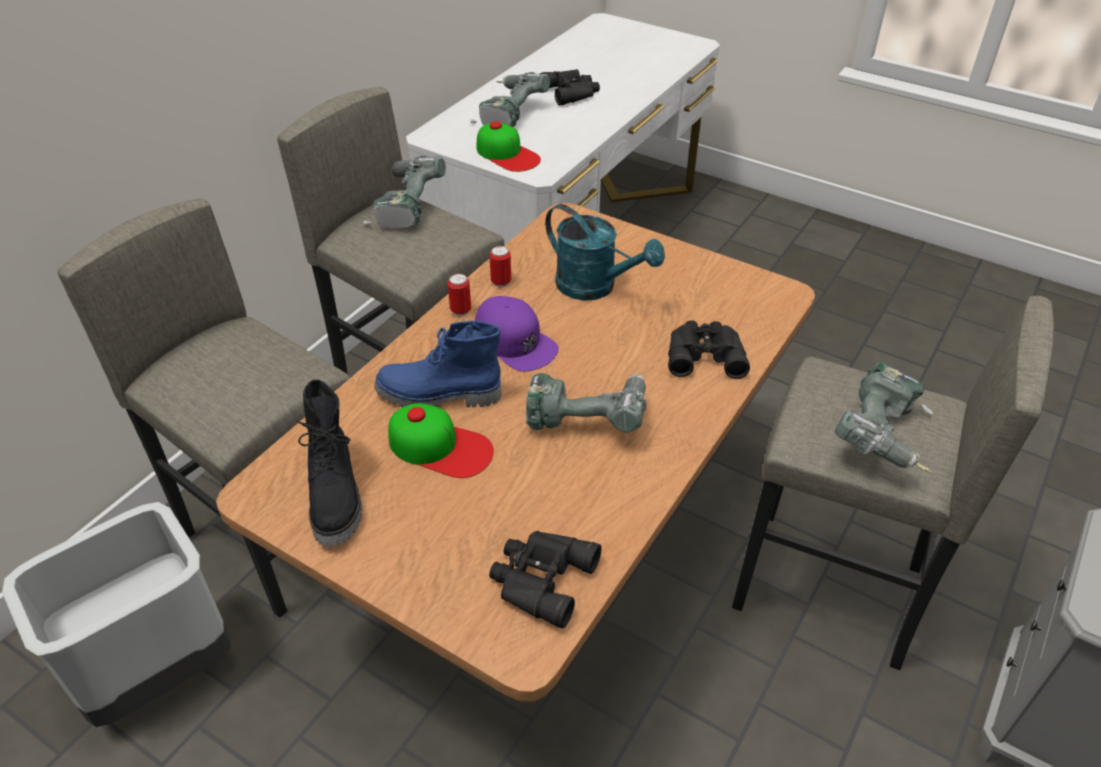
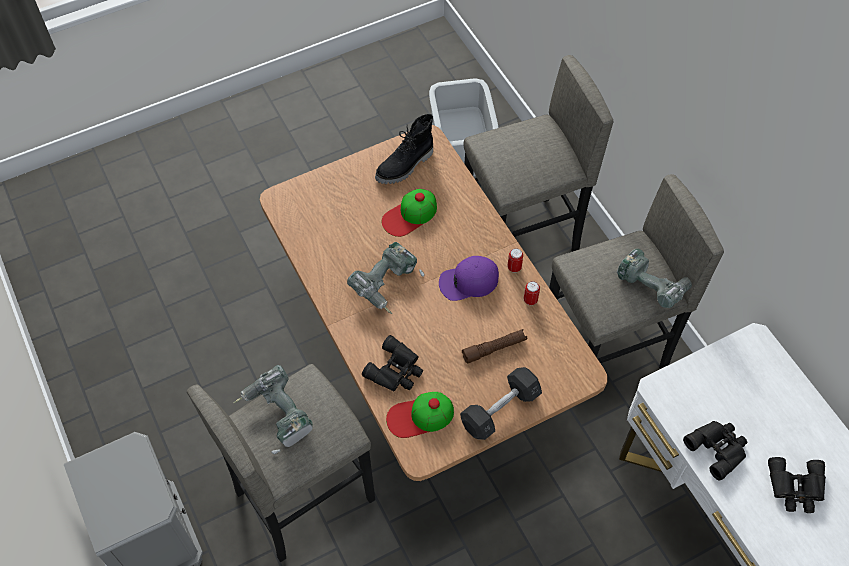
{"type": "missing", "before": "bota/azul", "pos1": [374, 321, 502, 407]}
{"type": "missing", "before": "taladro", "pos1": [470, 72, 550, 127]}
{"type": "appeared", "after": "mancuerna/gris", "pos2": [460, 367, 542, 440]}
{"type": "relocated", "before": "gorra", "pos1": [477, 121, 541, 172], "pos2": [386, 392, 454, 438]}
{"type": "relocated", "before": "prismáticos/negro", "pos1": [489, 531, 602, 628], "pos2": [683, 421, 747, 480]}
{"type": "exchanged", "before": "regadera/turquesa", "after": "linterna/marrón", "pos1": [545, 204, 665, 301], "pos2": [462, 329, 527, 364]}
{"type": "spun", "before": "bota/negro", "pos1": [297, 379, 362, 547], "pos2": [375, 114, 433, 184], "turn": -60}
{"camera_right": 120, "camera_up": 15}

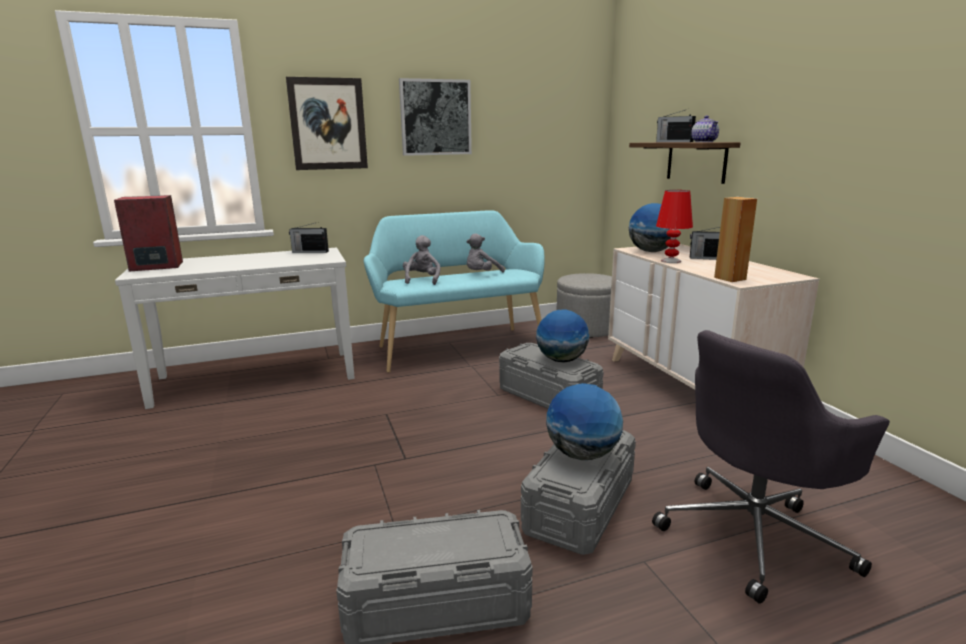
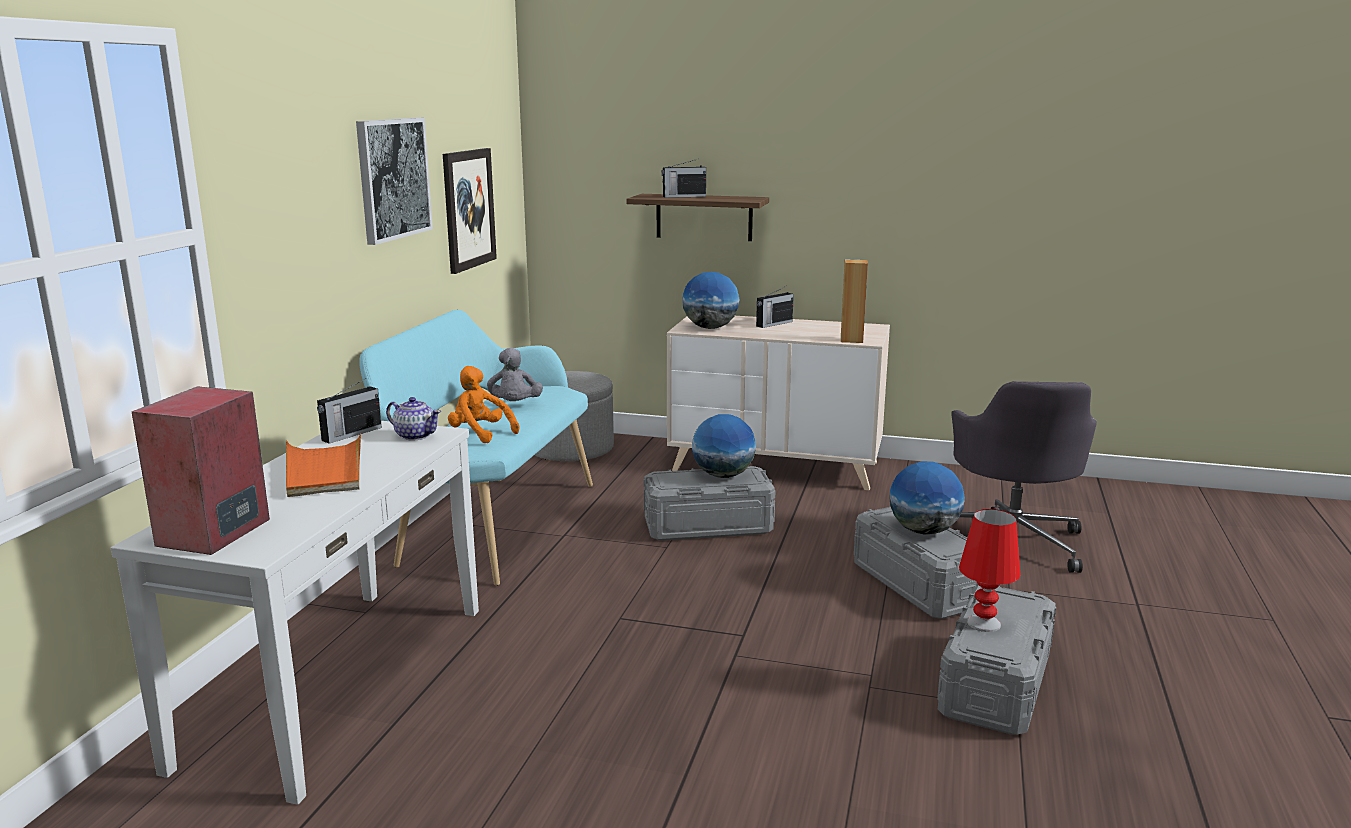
{"type": "appeared", "after": "bandeja/naranja", "pos2": [286, 434, 361, 497]}
{"type": "relocated", "before": "cuadro", "pos1": [286, 77, 368, 170], "pos2": [443, 148, 497, 274]}
{"type": "relocated", "before": "lámpara de mesa/rojo", "pos1": [656, 190, 693, 263], "pos2": [959, 509, 1020, 632]}
{"type": "relocated", "before": "tetera", "pos1": [691, 115, 719, 142], "pos2": [386, 397, 441, 440]}
{"type": "colour", "before": "peluche/gris", "after": "peluche/naranja", "pos1": [403, 235, 440, 285], "pos2": [448, 366, 519, 443]}
{"camera_right": -55, "camera_up": 0}

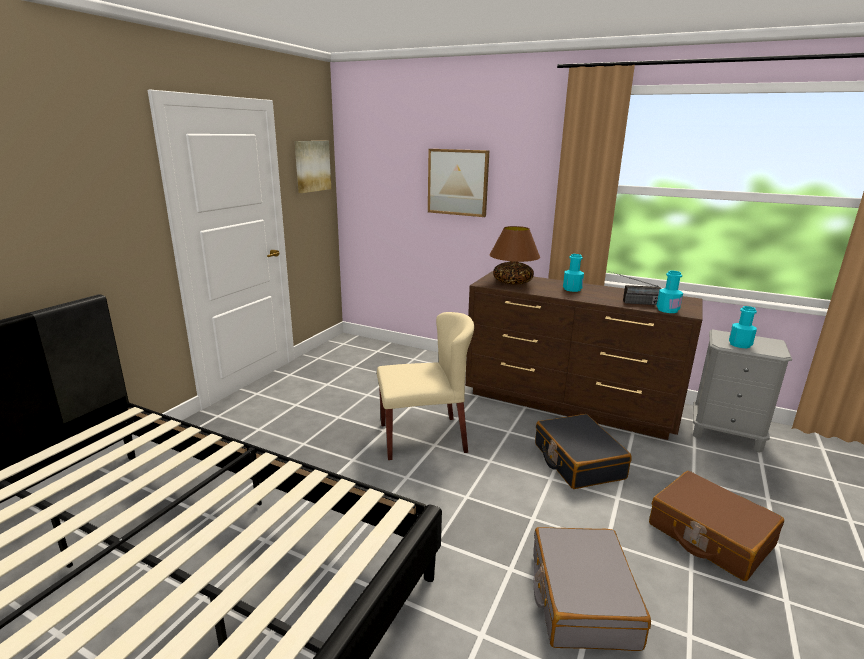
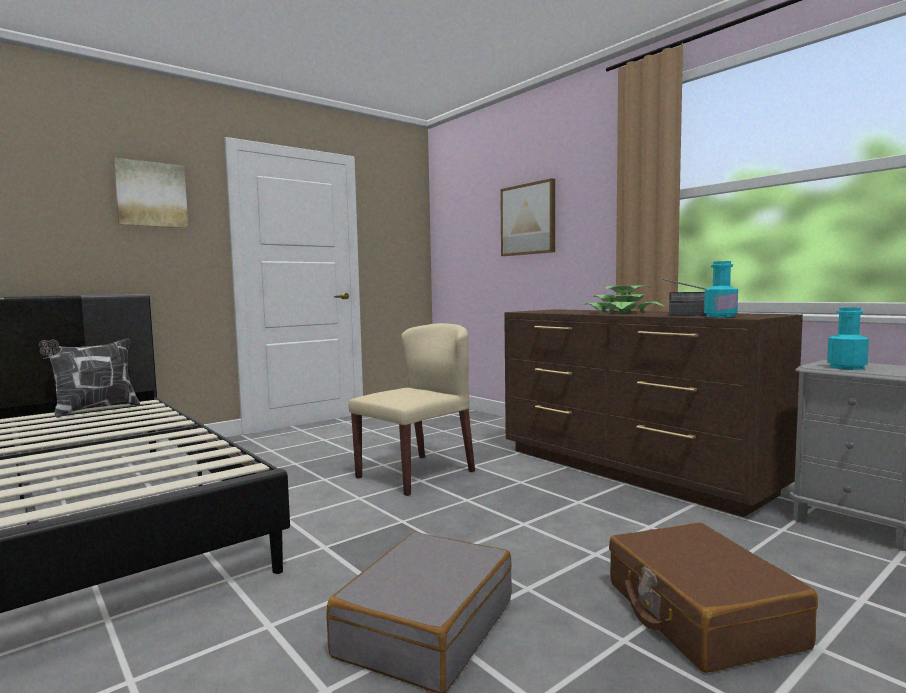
{"type": "missing", "before": "lámpara de mesa/marrón", "pos1": [489, 226, 540, 285]}
{"type": "missing", "before": "maleta/negro", "pos1": [535, 414, 632, 489]}
{"type": "appeared", "after": "cojín", "pos2": [39, 339, 140, 418]}
{"type": "relocated", "before": "cuadro", "pos1": [295, 141, 331, 193], "pos2": [113, 158, 188, 228]}
{"type": "exchanged", "before": "botella/turquesa", "after": "planta en maceta", "pos1": [563, 254, 584, 292], "pos2": [584, 285, 664, 313]}
{"type": "spun", "before": "silla/beis", "pos1": [377, 312, 474, 460], "pos2": [348, 323, 475, 496], "turn": -60}
{"camera_right": 25, "camera_up": -15}

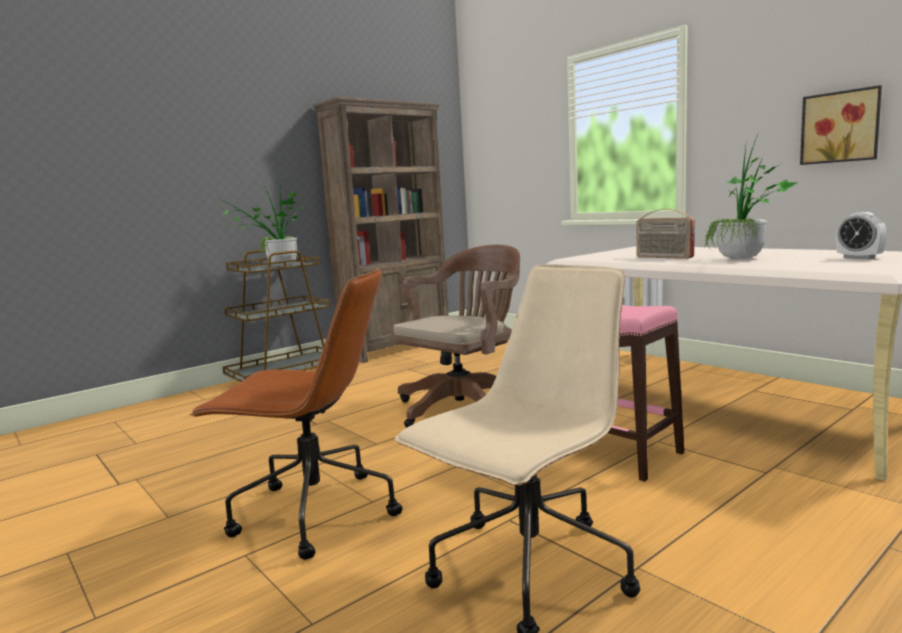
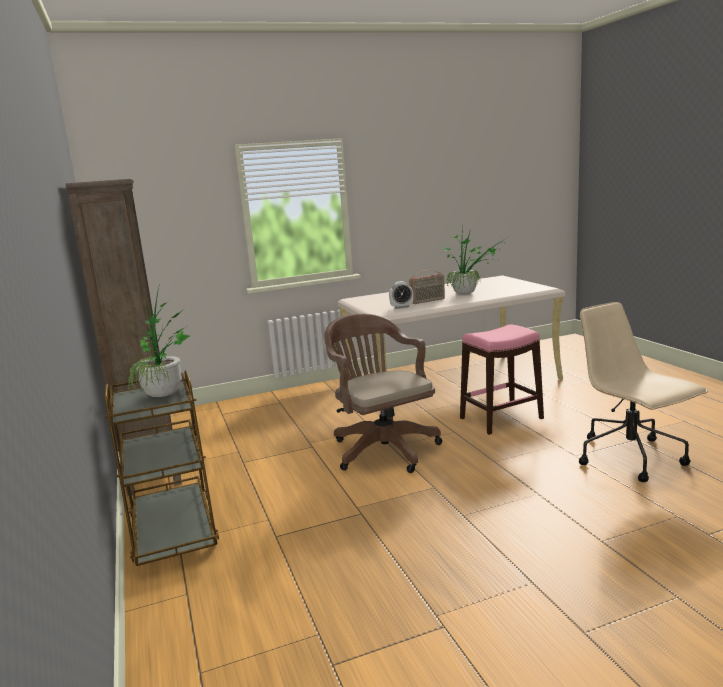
{"type": "missing", "before": "silla de oficina/marrón", "pos1": [189, 267, 402, 560]}
{"type": "missing", "before": "cuadro", "pos1": [800, 85, 882, 165]}
{"type": "relocated", "before": "despertador", "pos1": [836, 212, 887, 259], "pos2": [389, 281, 413, 309]}
{"camera_right": -70, "camera_up": 5}

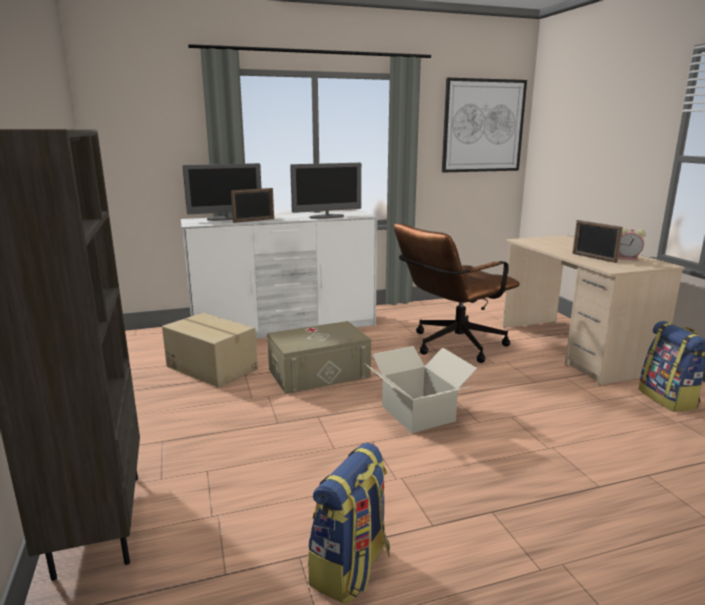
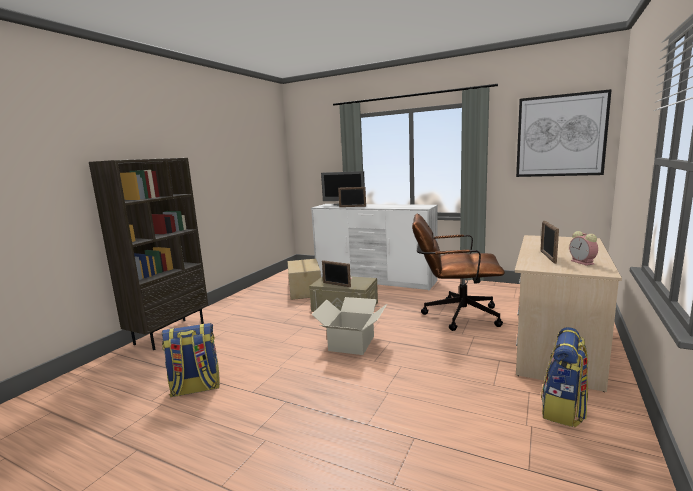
{"type": "missing", "before": "monitor", "pos1": [290, 163, 361, 219]}
{"type": "appeared", "after": "portarretratos", "pos2": [322, 260, 351, 287]}
{"camera_right": 45, "camera_up": -5}

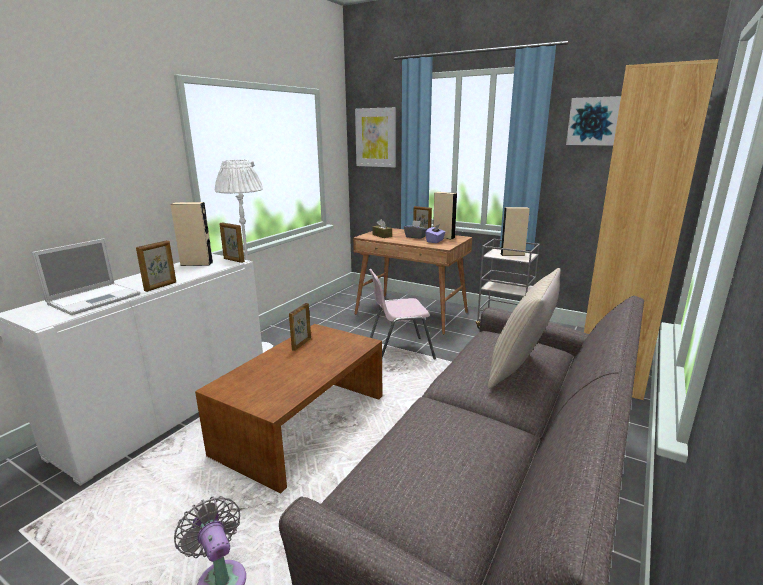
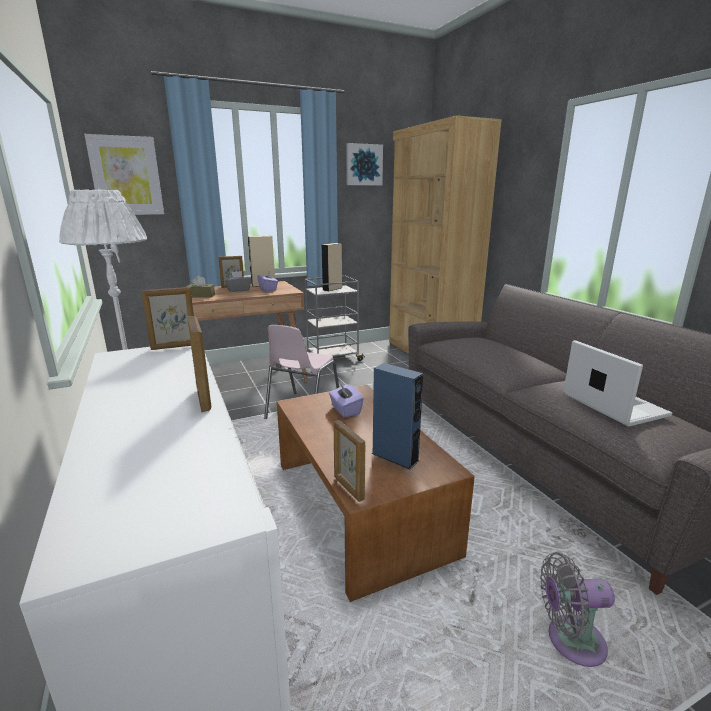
{"type": "missing", "before": "altavoz/beis", "pos1": [170, 202, 213, 266]}
{"type": "missing", "before": "cojín/beis", "pos1": [488, 268, 561, 389]}
{"type": "appeared", "after": "caja de pañuelos/morado", "pos2": [329, 384, 363, 418]}
{"type": "appeared", "after": "altavoz/azul", "pos2": [372, 363, 423, 469]}
{"type": "relocated", "before": "portátil", "pos1": [32, 238, 140, 315], "pos2": [563, 340, 672, 427]}
{"type": "relocated", "before": "portarretratos", "pos1": [289, 303, 311, 351], "pos2": [334, 420, 365, 502]}
{"camera_right": -55, "camera_up": 0}

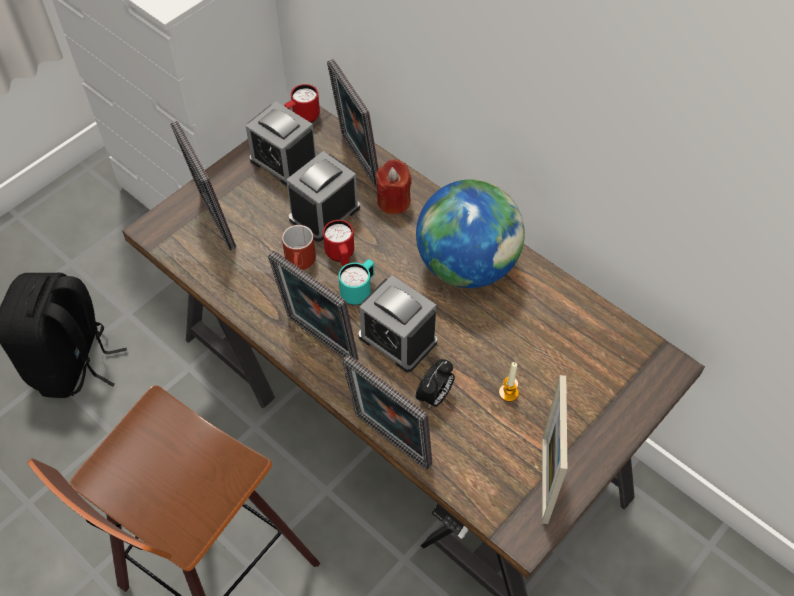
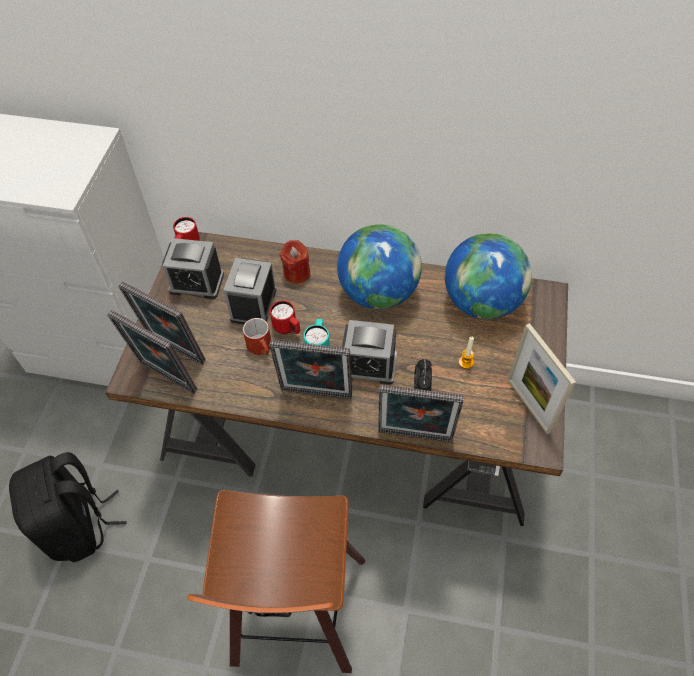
{"type": "appeared", "after": "globo terráqueo", "pos2": [445, 233, 532, 319]}
{"type": "relocated", "before": "portarretratos", "pos1": [327, 59, 378, 186], "pos2": [107, 310, 197, 394]}
{"camera_right": -30, "camera_up": 0}

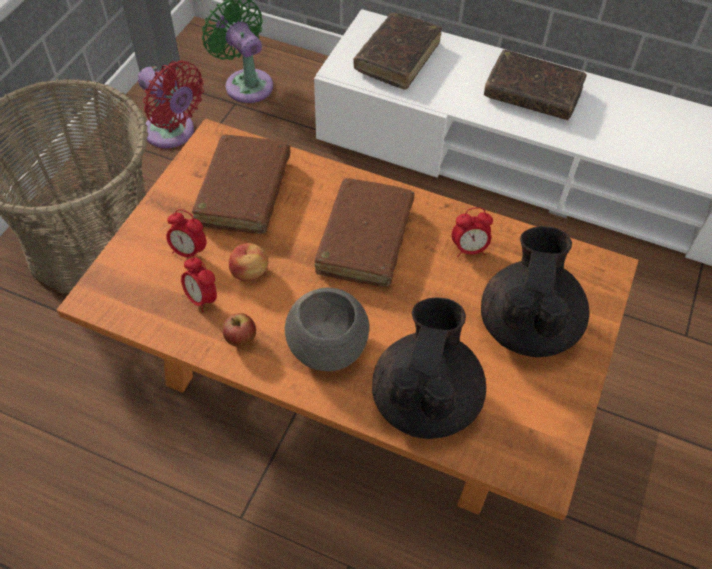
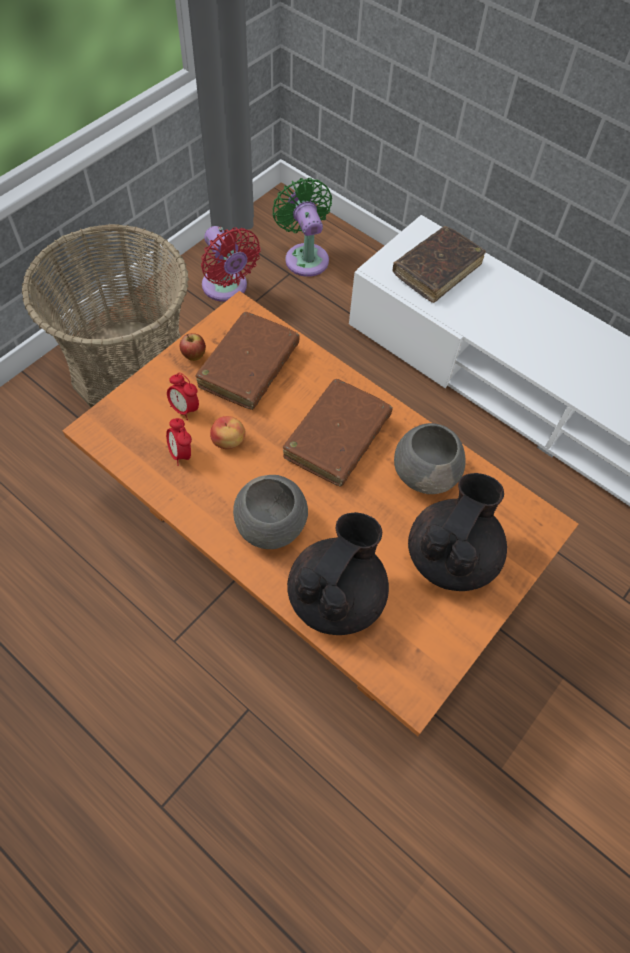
{"type": "missing", "before": "libro/marrón", "pos1": [484, 50, 587, 120]}
{"type": "relocated", "before": "manzana", "pos1": [222, 313, 256, 347], "pos2": [179, 333, 206, 361]}
{"type": "exchanged", "before": "despertador", "after": "cuenco/gris", "pos1": [452, 207, 493, 257], "pos2": [394, 423, 465, 494]}
{"camera_right": 15, "camera_up": 5}

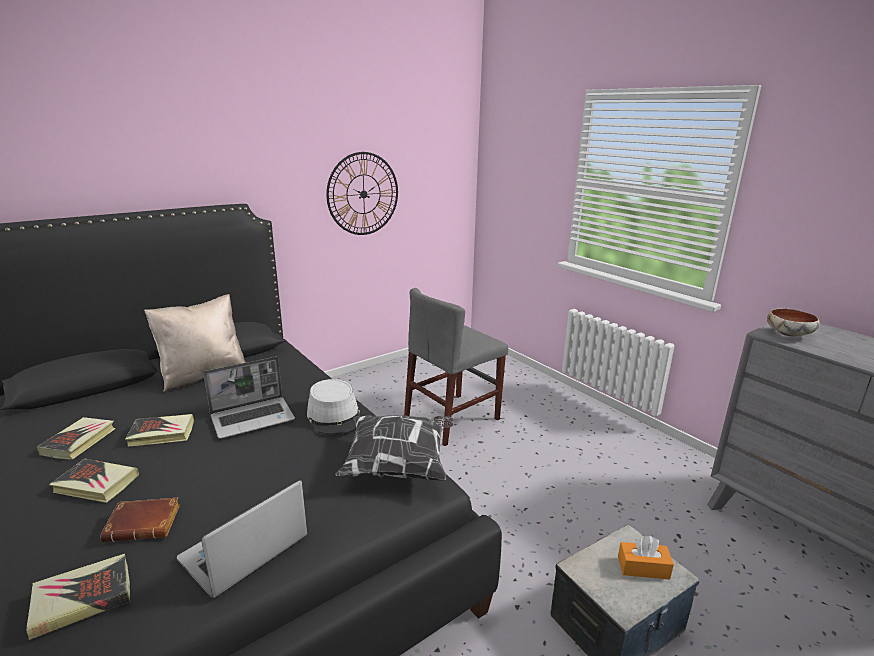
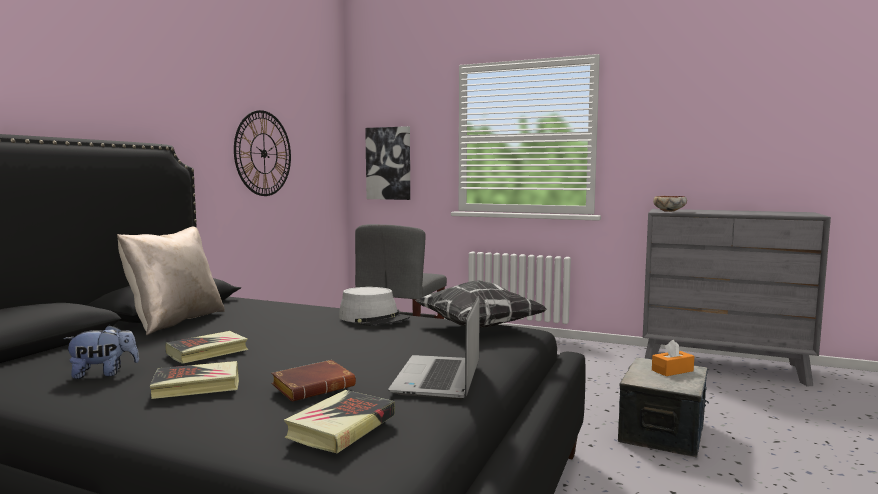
{"type": "missing", "before": "portátil", "pos1": [203, 357, 295, 439]}
{"type": "appeared", "after": "cuadro", "pos2": [365, 126, 410, 200]}
{"type": "exchanged", "before": "libro", "after": "peluche", "pos1": [37, 417, 115, 460], "pos2": [63, 325, 139, 379]}
{"camera_right": -30, "camera_up": -15}

